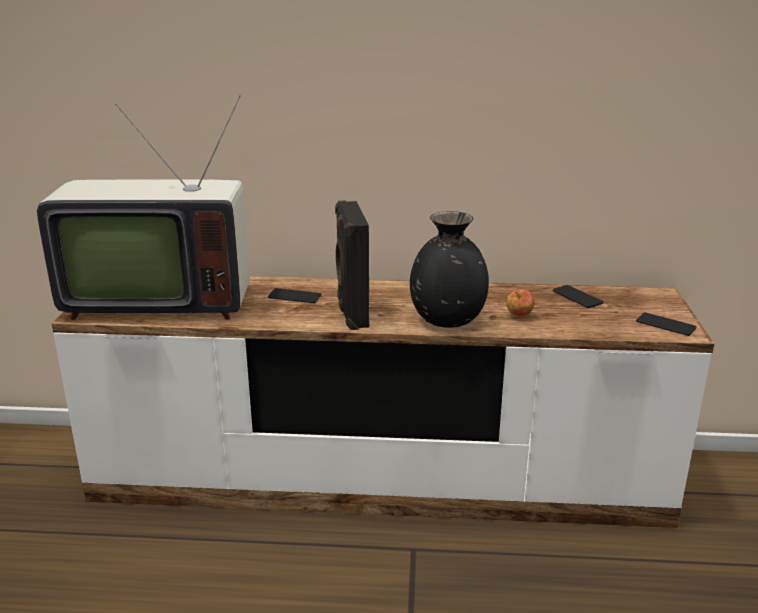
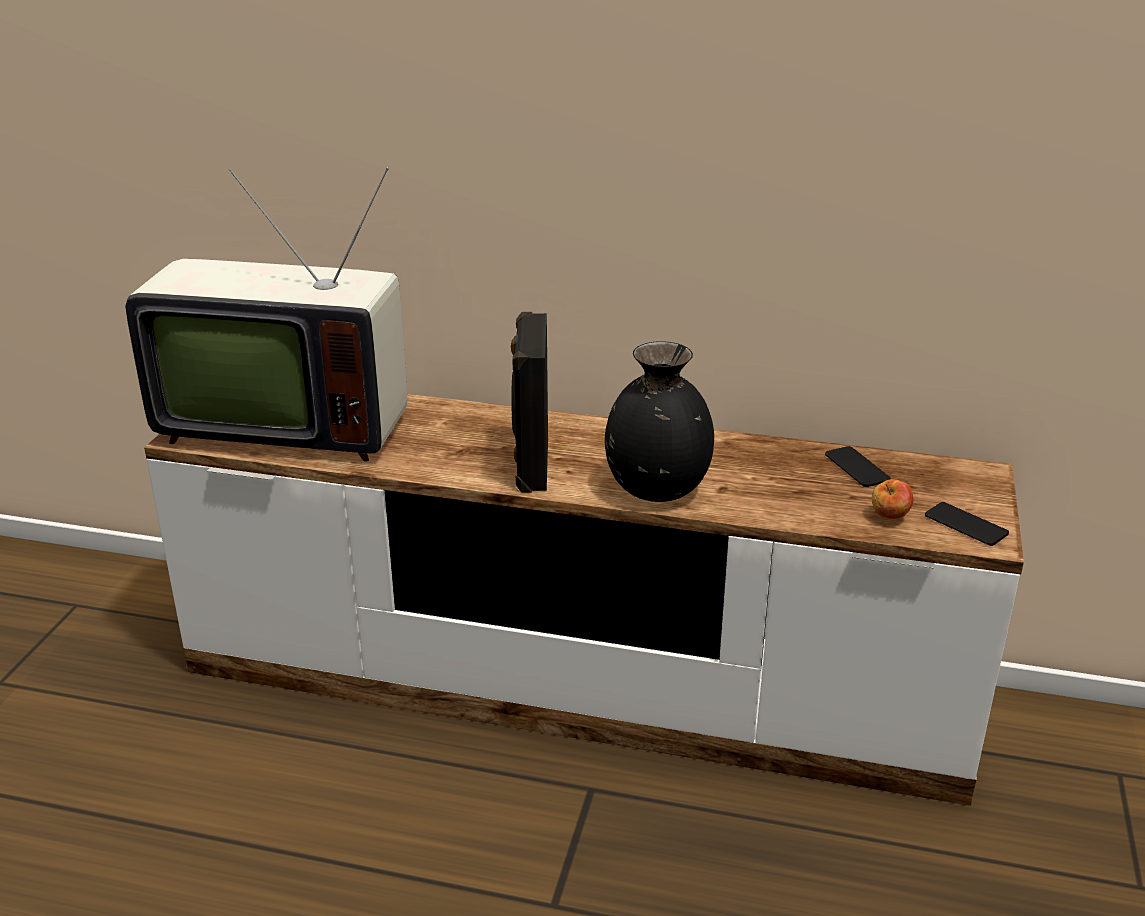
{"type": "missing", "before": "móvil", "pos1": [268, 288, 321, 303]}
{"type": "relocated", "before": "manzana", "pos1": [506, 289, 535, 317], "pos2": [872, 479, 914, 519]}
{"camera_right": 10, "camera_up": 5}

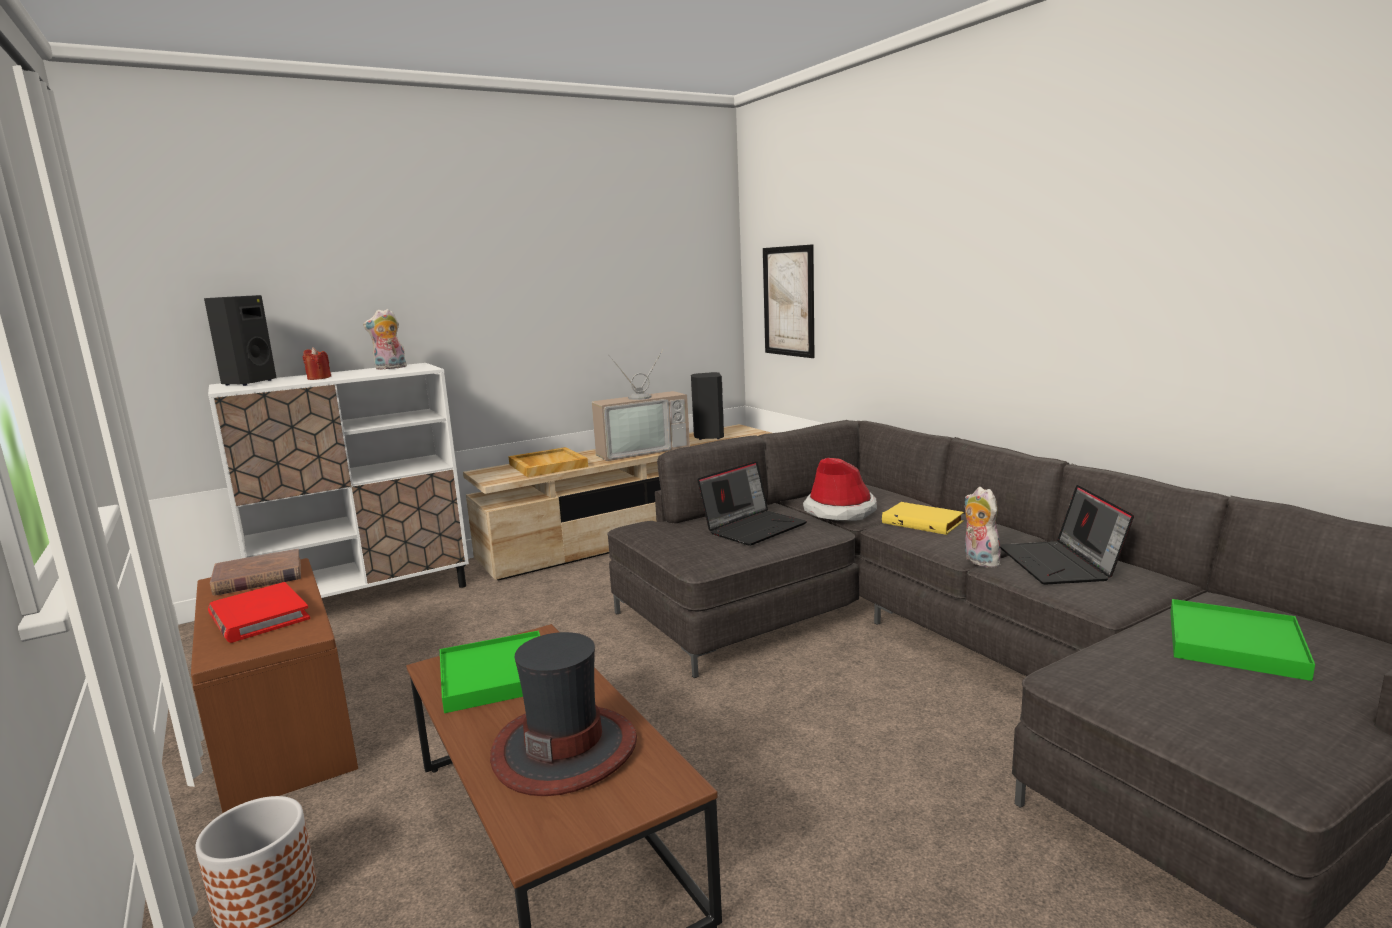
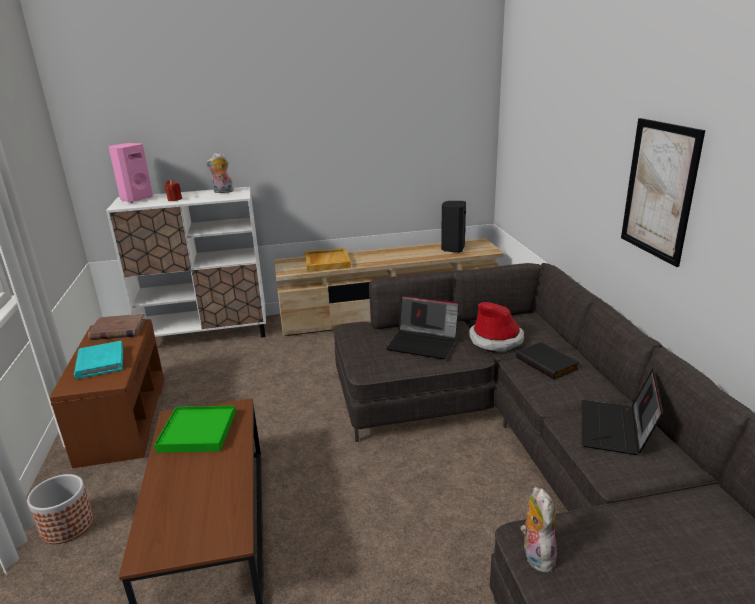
{"type": "missing", "before": "sombrero", "pos1": [490, 632, 637, 796]}
{"type": "missing", "before": "televisor", "pos1": [592, 350, 690, 461]}
{"type": "missing", "before": "bandeja/verde", "pos1": [1170, 599, 1315, 681]}
{"type": "relocated", "before": "cuadro", "pos1": [763, 244, 814, 358], "pos2": [621, 118, 705, 267]}
{"type": "relocated", "before": "peluche", "pos1": [965, 487, 1004, 568], "pos2": [520, 487, 557, 573]}
{"type": "colour", "before": "altavoz/negro", "after": "altavoz/rosa", "pos1": [204, 295, 277, 386], "pos2": [109, 143, 153, 203]}
{"type": "colour", "before": "libro/rojo", "after": "libro/turquesa", "pos1": [208, 582, 310, 643], "pos2": [74, 341, 123, 379]}
{"type": "colour", "before": "libro/amarillo", "after": "libro/negro", "pos1": [882, 502, 964, 535], "pos2": [516, 342, 579, 380]}
{"type": "spun", "before": "portátil", "pos1": [697, 461, 807, 546], "pos2": [386, 295, 460, 359], "turn": 45}
{"camera_right": 20, "camera_up": 10}

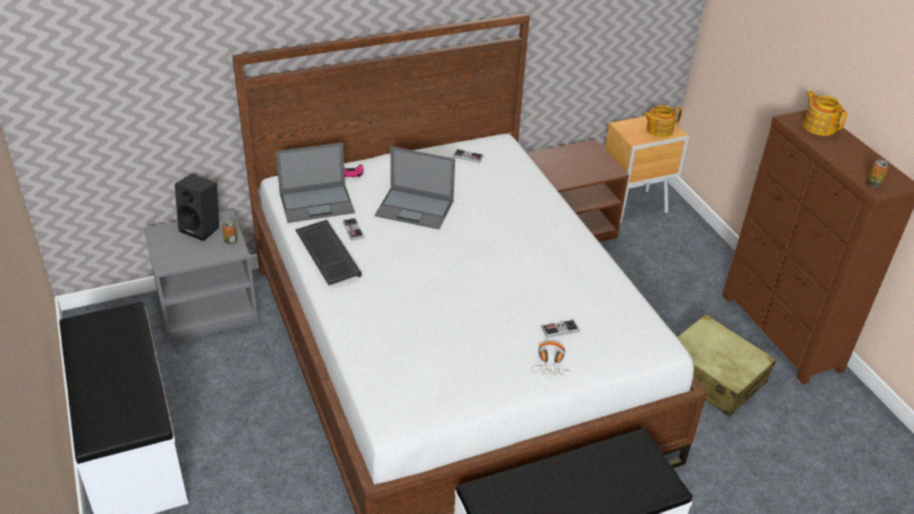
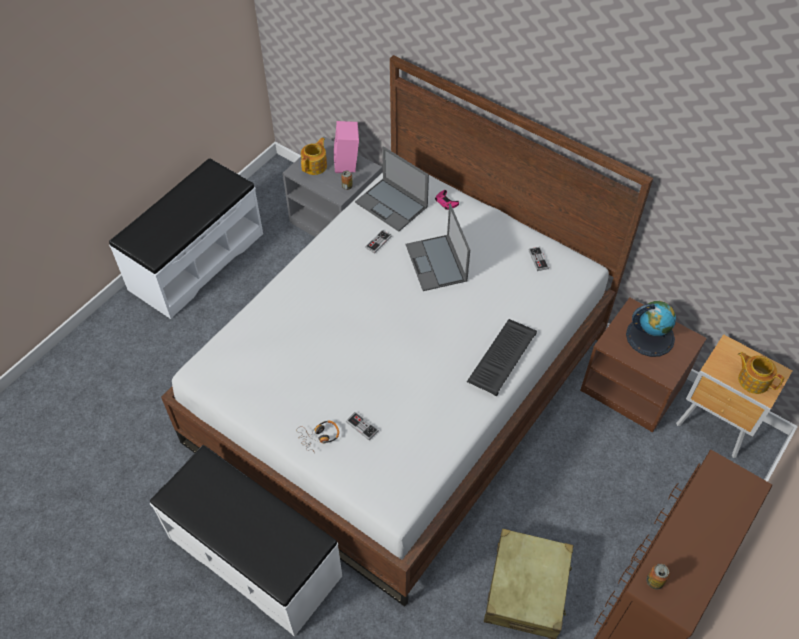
{"type": "appeared", "after": "globo terráqueo", "pos2": [626, 301, 676, 357]}
{"type": "relocated", "before": "teclado", "pos1": [295, 220, 362, 285], "pos2": [467, 319, 537, 397]}
{"type": "relocated", "before": "tetera", "pos1": [803, 90, 847, 136], "pos2": [301, 138, 327, 175]}
{"type": "colour", "before": "altavoz/negro", "after": "altavoz/rosa", "pos1": [175, 174, 219, 241], "pos2": [334, 121, 359, 173]}
{"camera_right": 60, "camera_up": 15}

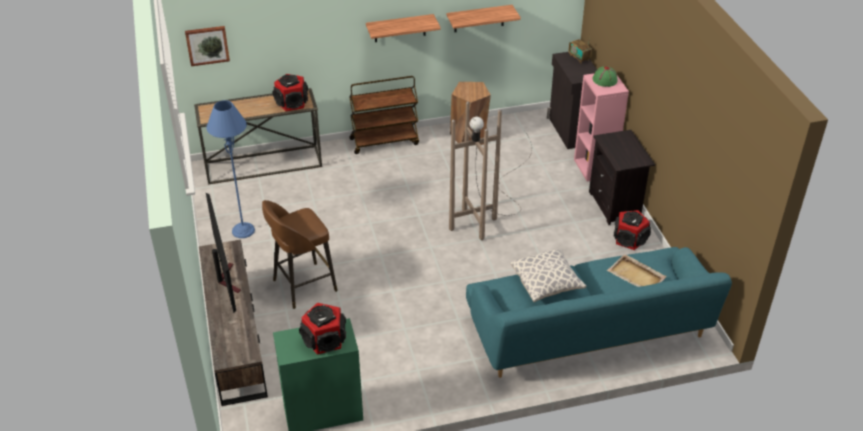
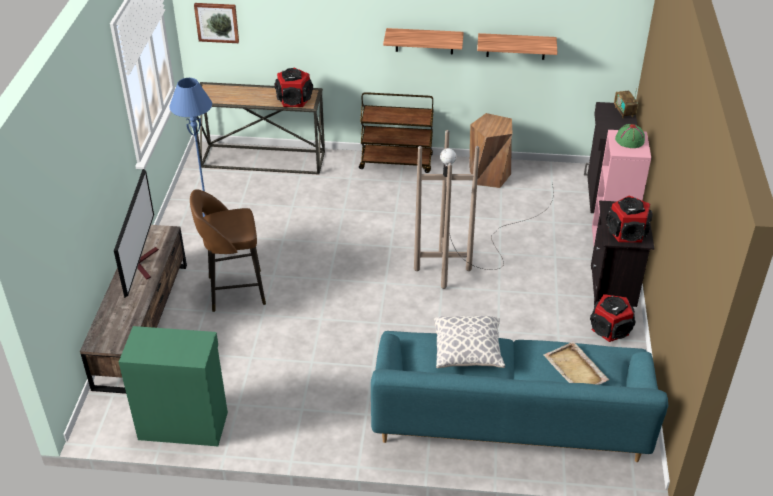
{"type": "relocated", "before": "altavoz", "pos1": [299, 303, 346, 355], "pos2": [606, 195, 653, 242]}
{"camera_right": 20, "camera_up": 0}

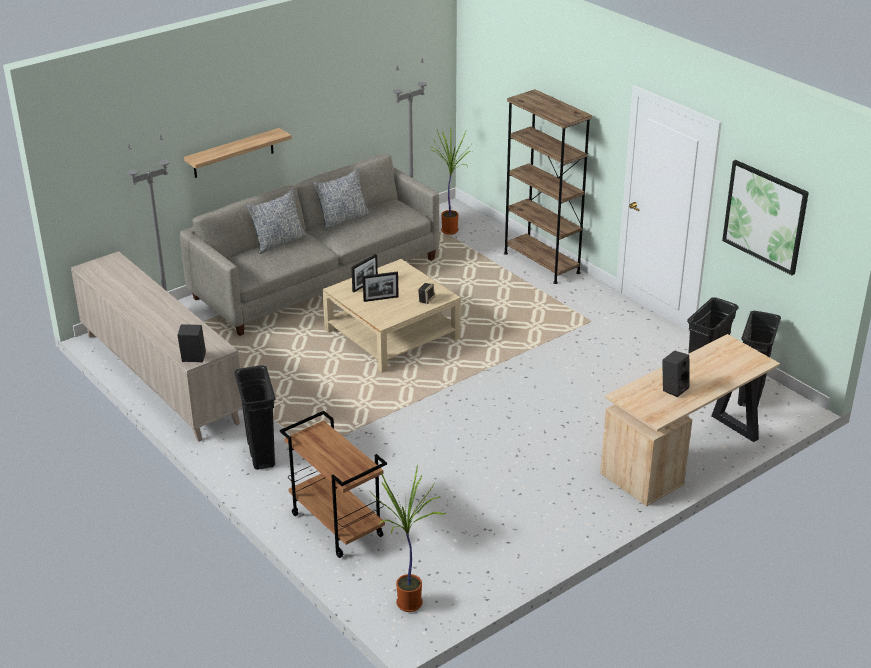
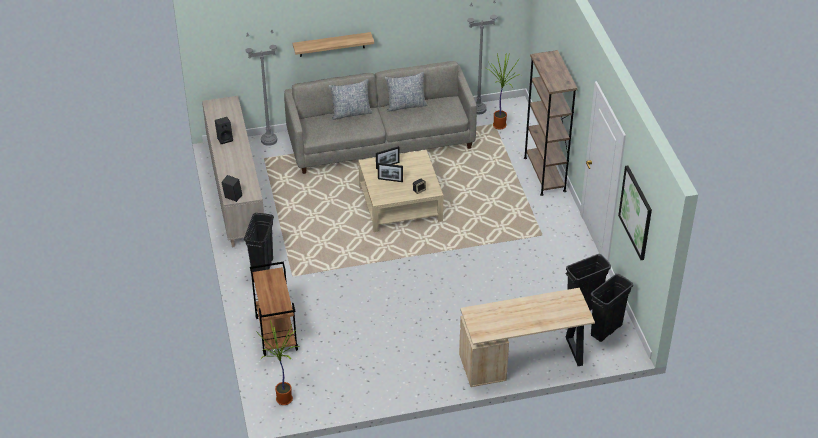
{"type": "relocated", "before": "altavoz/negro", "pos1": [662, 350, 690, 397], "pos2": [215, 117, 233, 144]}
{"camera_right": 25, "camera_up": 10}

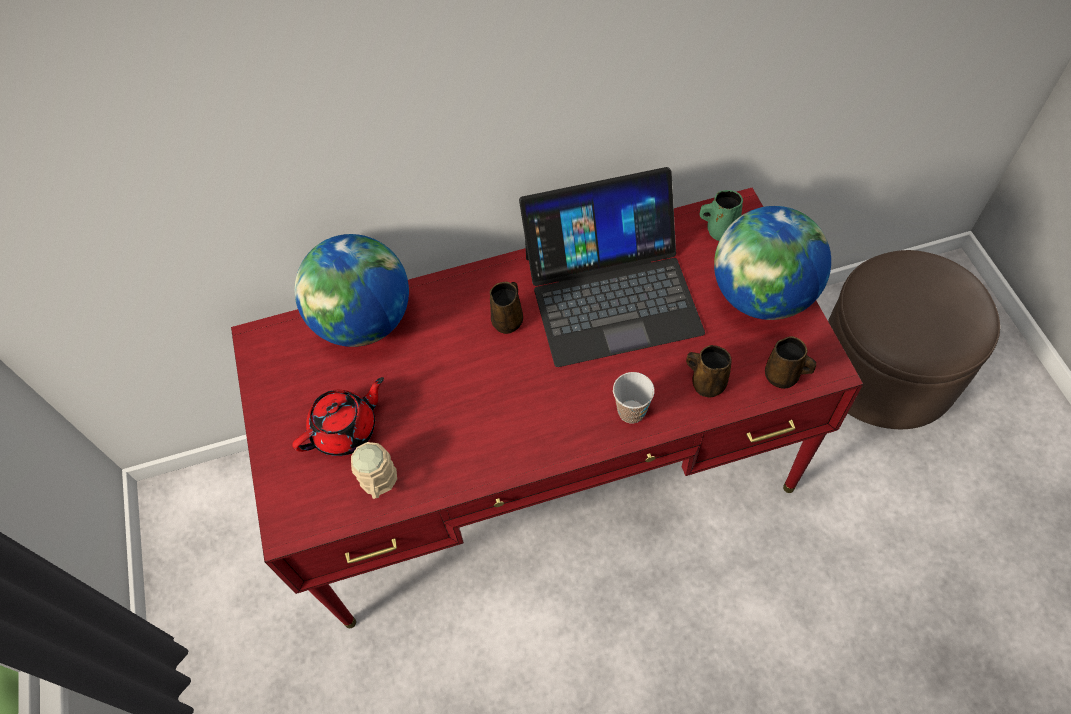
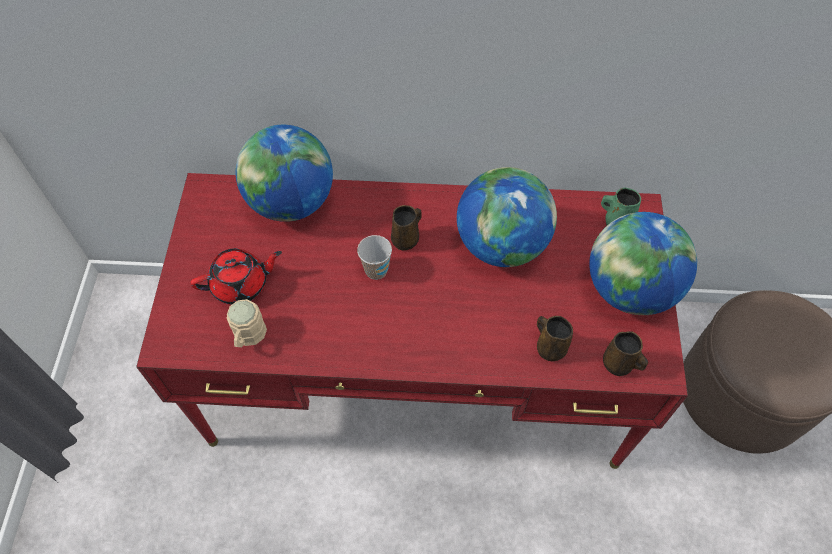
{"type": "relocated", "before": "taza", "pos1": [613, 372, 655, 424], "pos2": [357, 235, 392, 280]}
{"type": "exchanged", "before": "portátil", "after": "globo terráqueo", "pos1": [519, 167, 705, 367], "pos2": [457, 167, 557, 267]}
{"camera_right": 15, "camera_up": 0}

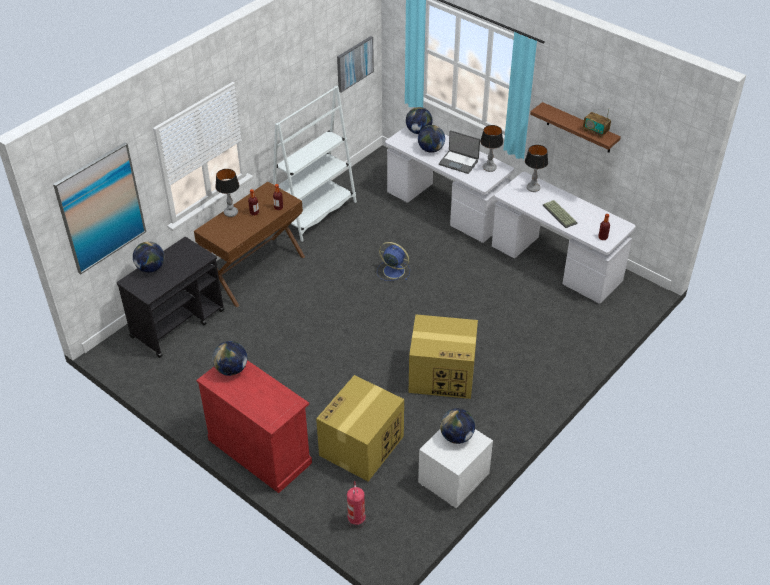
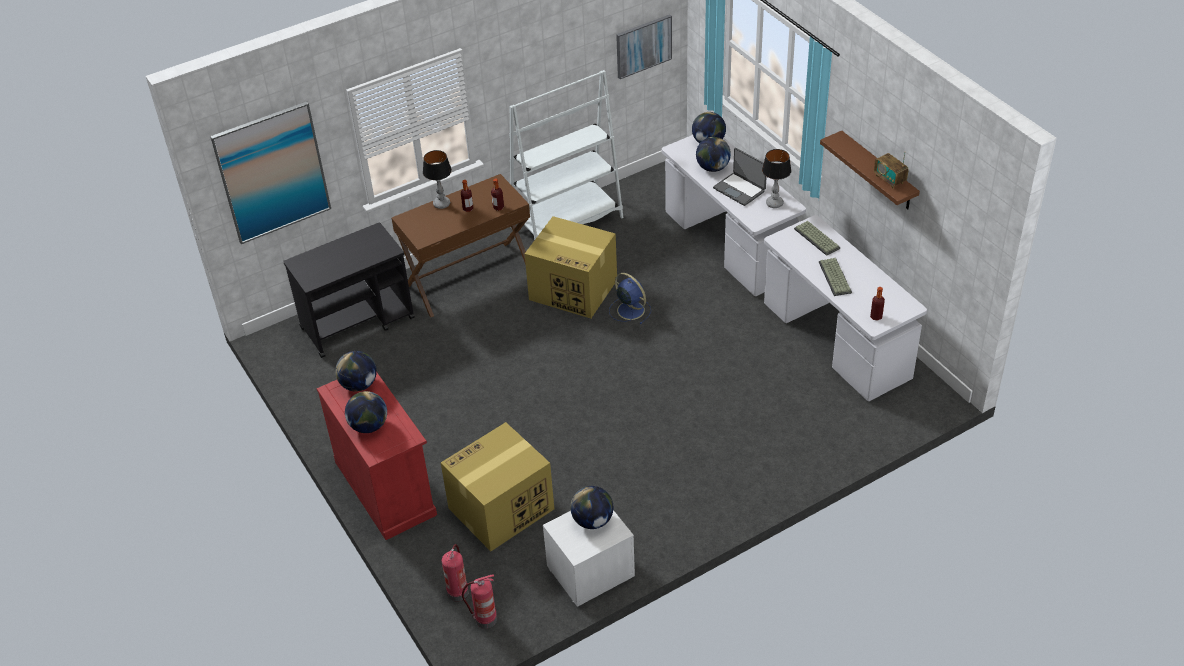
{"type": "appeared", "after": "extintor", "pos2": [462, 574, 497, 629]}
{"type": "relocated", "before": "globo terráqueo", "pos1": [133, 241, 165, 273], "pos2": [345, 391, 387, 433]}
{"type": "relocated", "before": "caja de cartón", "pos1": [409, 314, 478, 399], "pos2": [525, 216, 617, 318]}
{"type": "exchanged", "before": "lámpara de mesa", "after": "teclado", "pos1": [525, 145, 548, 192], "pos2": [794, 221, 840, 256]}
{"camera_right": 20, "camera_up": 0}

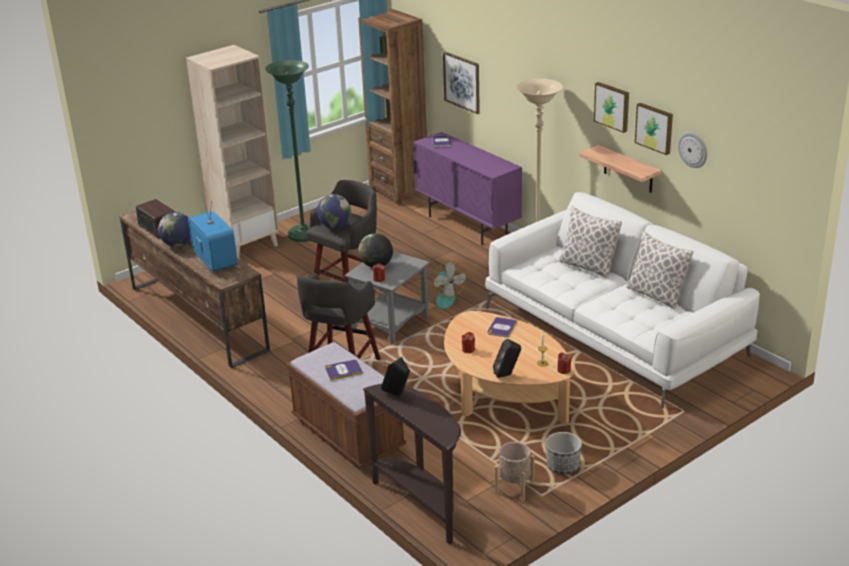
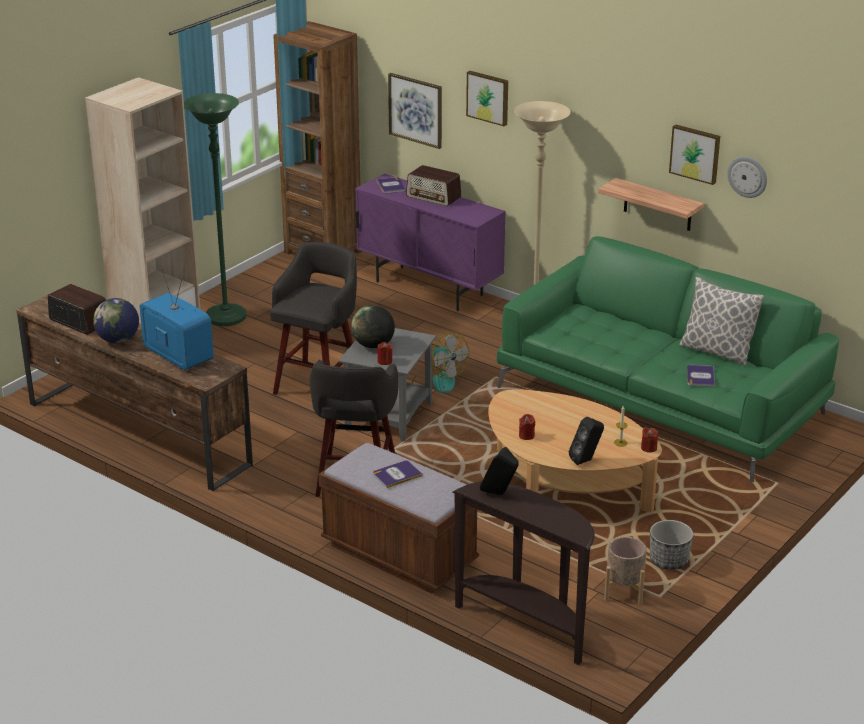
{"type": "missing", "before": "globo terráqueo", "pos1": [317, 194, 351, 228]}
{"type": "missing", "before": "cojín", "pos1": [558, 206, 622, 278]}
{"type": "appeared", "after": "radio", "pos2": [406, 165, 461, 206]}
{"type": "relocated", "before": "libro", "pos1": [488, 317, 517, 338], "pos2": [687, 365, 715, 387]}
{"type": "relocated", "before": "cuadro", "pos1": [594, 82, 629, 133], "pos2": [466, 71, 508, 126]}
{"type": "colour", "before": "sofá/blanco", "after": "sofá/verde", "pos1": [485, 192, 760, 408], "pos2": [497, 236, 839, 482]}
{"camera_right": -15, "camera_up": 0}

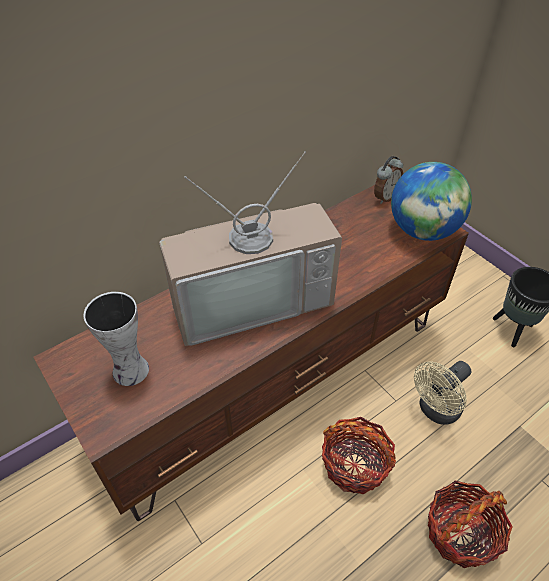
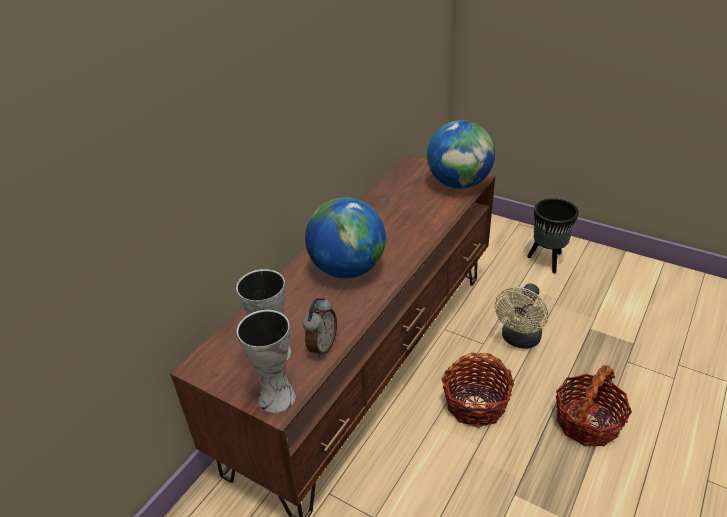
{"type": "appeared", "after": "florero", "pos2": [237, 310, 296, 413]}
{"type": "relocated", "before": "despertador", "pos1": [374, 156, 403, 204], "pos2": [303, 297, 337, 358]}
{"type": "exchanged", "before": "televisor", "after": "globo terráqueo", "pos1": [159, 151, 342, 346], "pos2": [305, 197, 386, 279]}
{"camera_right": -20, "camera_up": -10}

